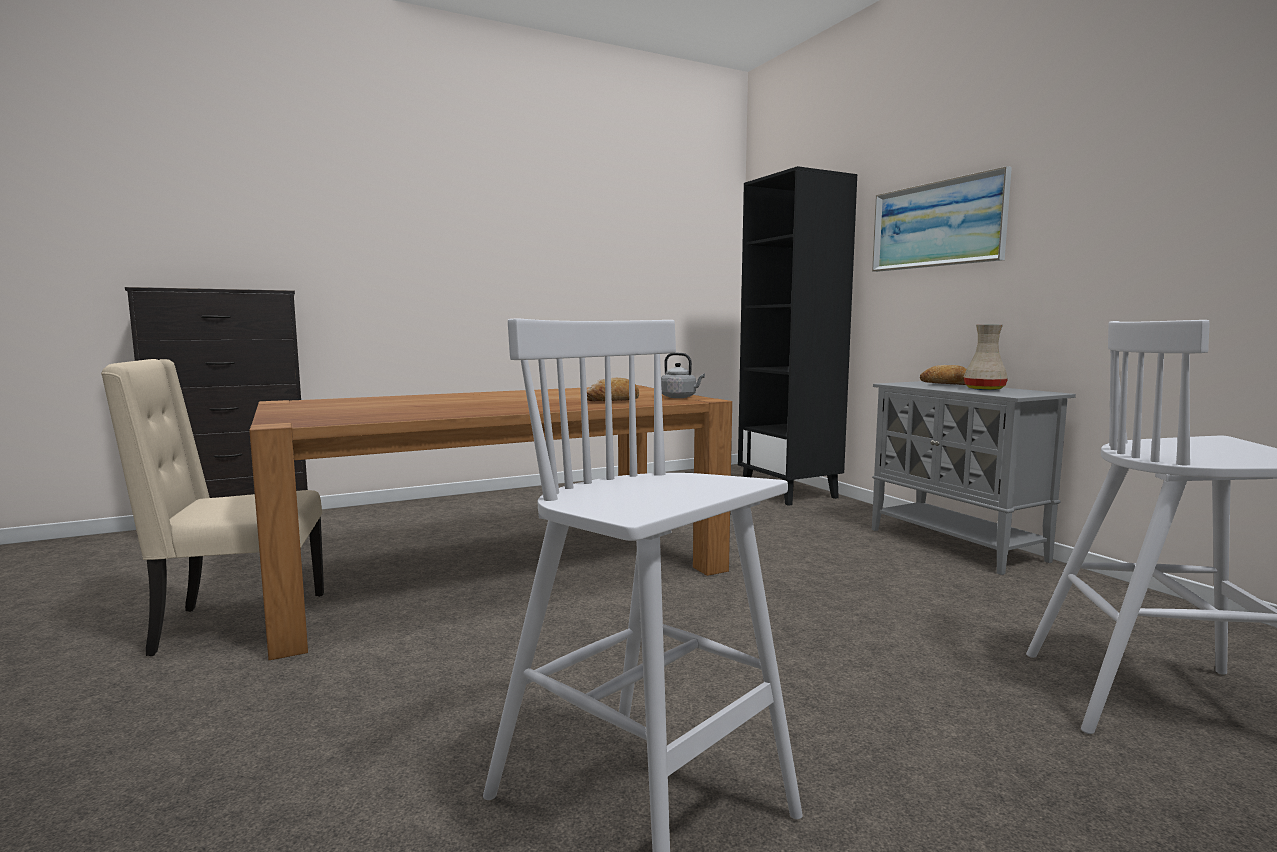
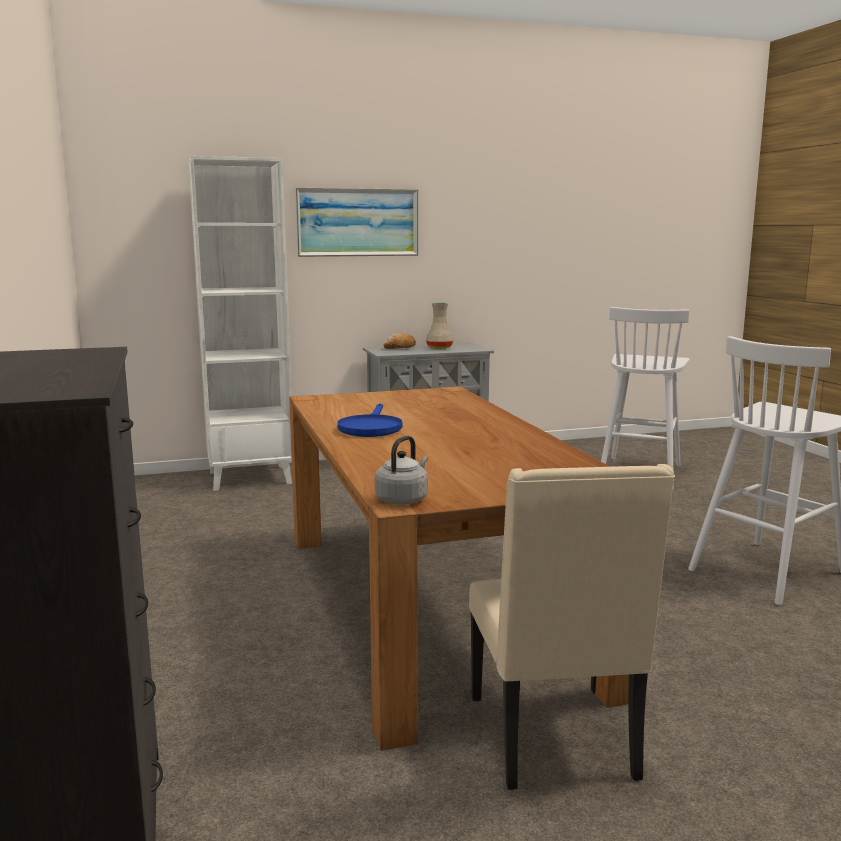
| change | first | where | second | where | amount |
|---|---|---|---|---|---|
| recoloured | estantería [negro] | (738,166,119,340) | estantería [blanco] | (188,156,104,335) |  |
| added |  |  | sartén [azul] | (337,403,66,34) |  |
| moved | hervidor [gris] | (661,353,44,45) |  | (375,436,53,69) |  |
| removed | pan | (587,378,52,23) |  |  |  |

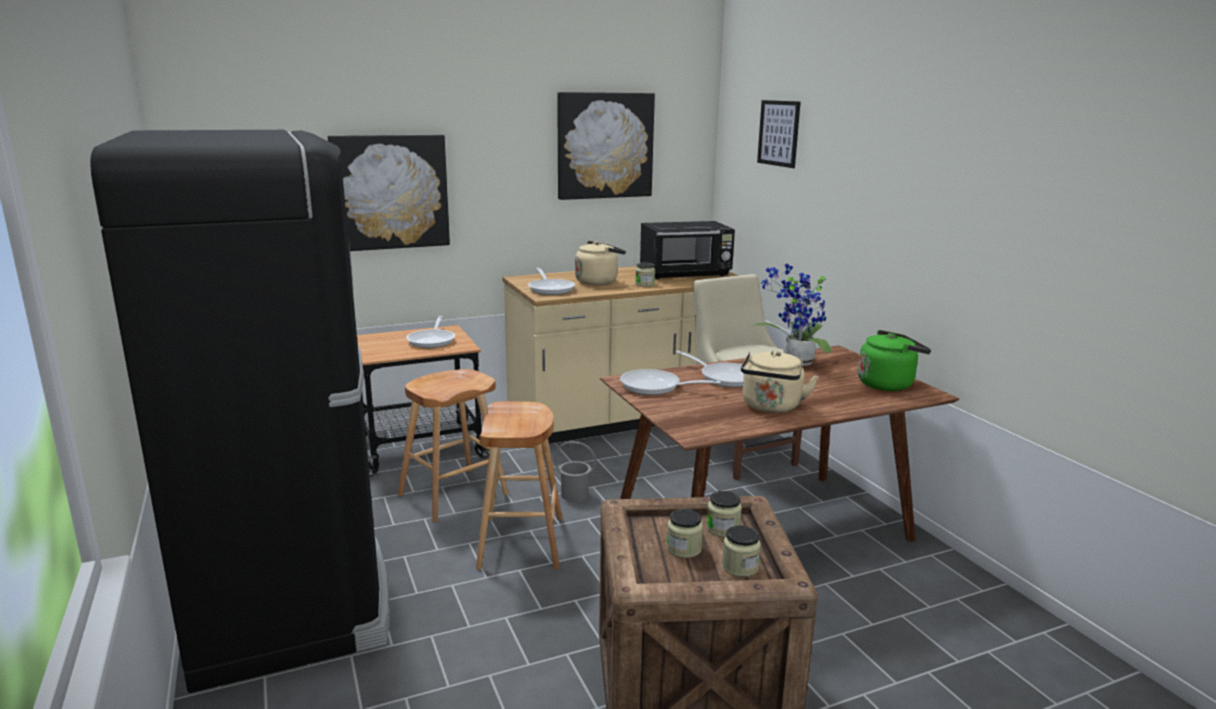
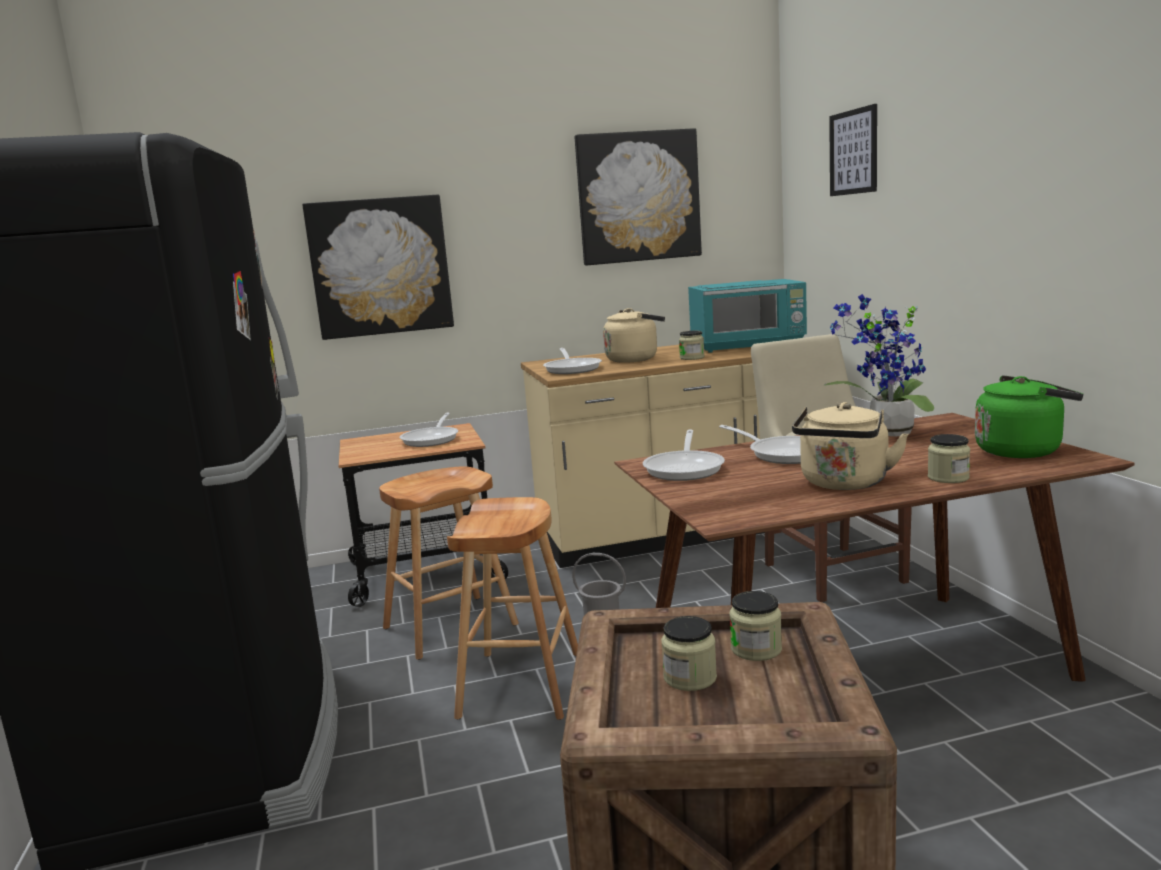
| change | first | where | second | where | amount |
|---|---|---|---|---|---|
| turned | sartén | (620,369,101,26) |  | (643,430,82,51) | 105 degrees counterclockwise |
| recoloured | microondas [negro] | (640,221,95,58) | microondas [turquesa] | (688,279,119,74) |  |
| moved | tarro | (722,526,39,51) |  | (928,434,42,49) |  |

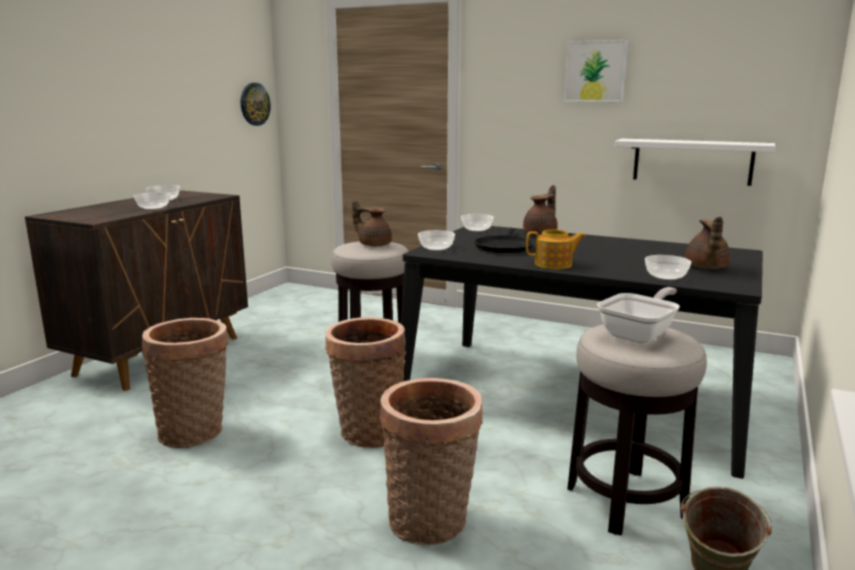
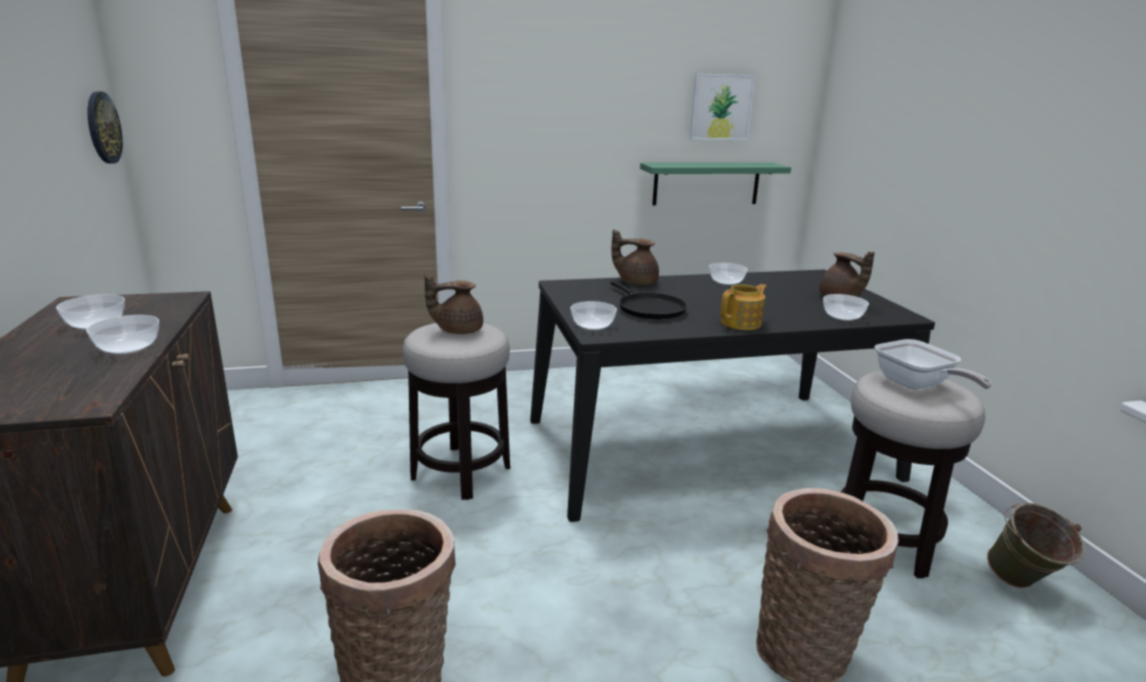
| change | first | where | second | where | amount |
|---|---|---|---|---|---|
| turned | tetera [marrón] | (523,185,35,50) |  | (611,229,48,56) | 75 degrees counterclockwise |
| recoloured | estante [blanco] | (615,139,160,47) | estante [verde] | (640,163,151,42) |  |
| moved | cuadro | (564,40,63,62) |  | (690,73,66,67) |  |
| moved | cuenco | (461,214,33,17) |  | (709,263,39,22) |  |
| turned | sartén | (597,287,83,57) |  | (875,339,117,51) | 150 degrees clockwise |
| removed | cesta | (325,317,81,131) |  |  |  |

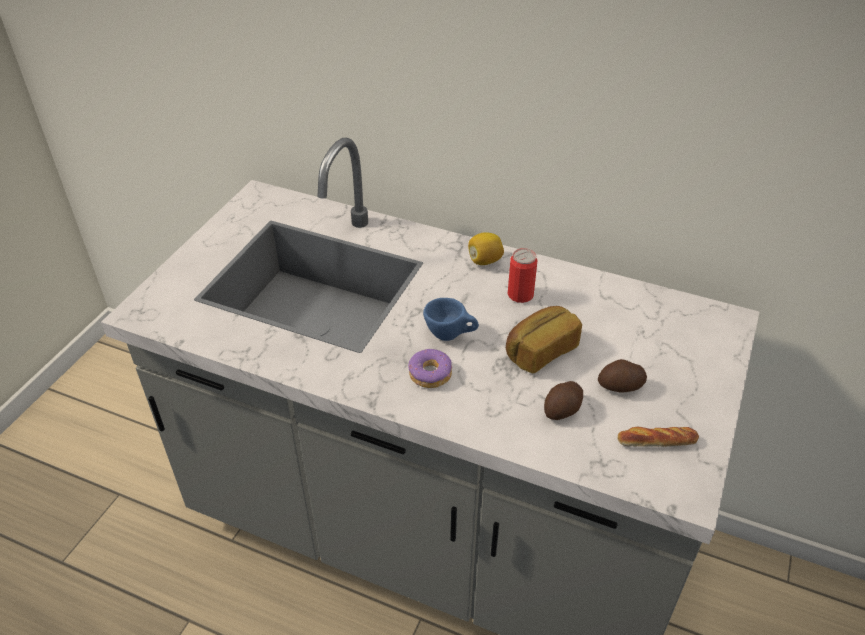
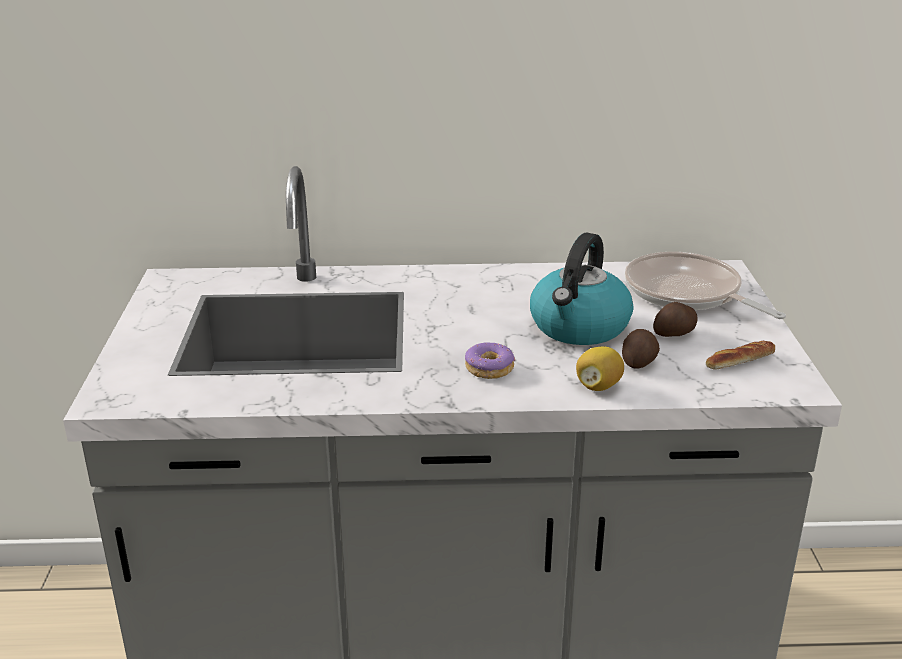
| change | first | where | second | where | amount |
|---|---|---|---|---|---|
| replaced | pan | (506,306,76,68) | hervidor | (530,233,103,112) |  |
| moved | limón | (468,232,36,33) |  | (576,346,48,45) |  |
| added |  |  | sartén | (625,252,161,67) |  |
| removed | taza [azul] | (423,298,56,43) |  |  |  |
| removed | lata | (508,248,30,55) |  |  |  |

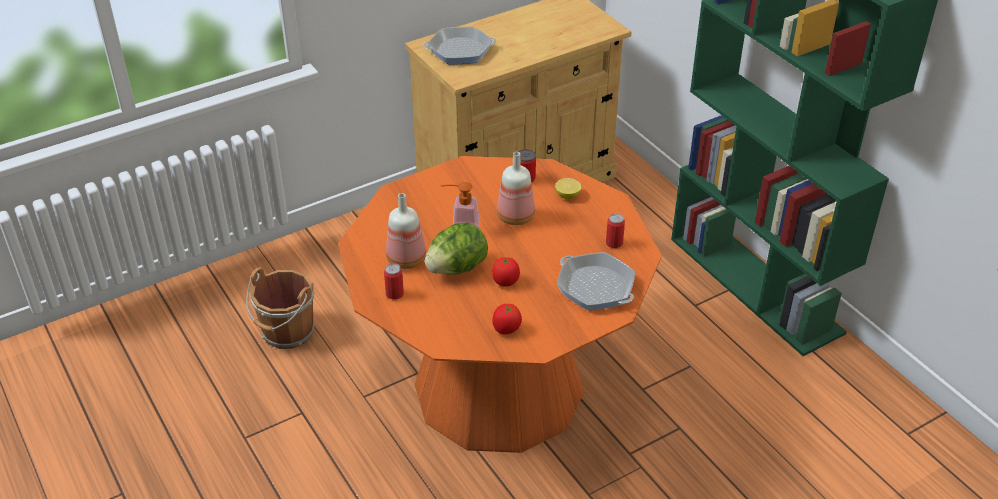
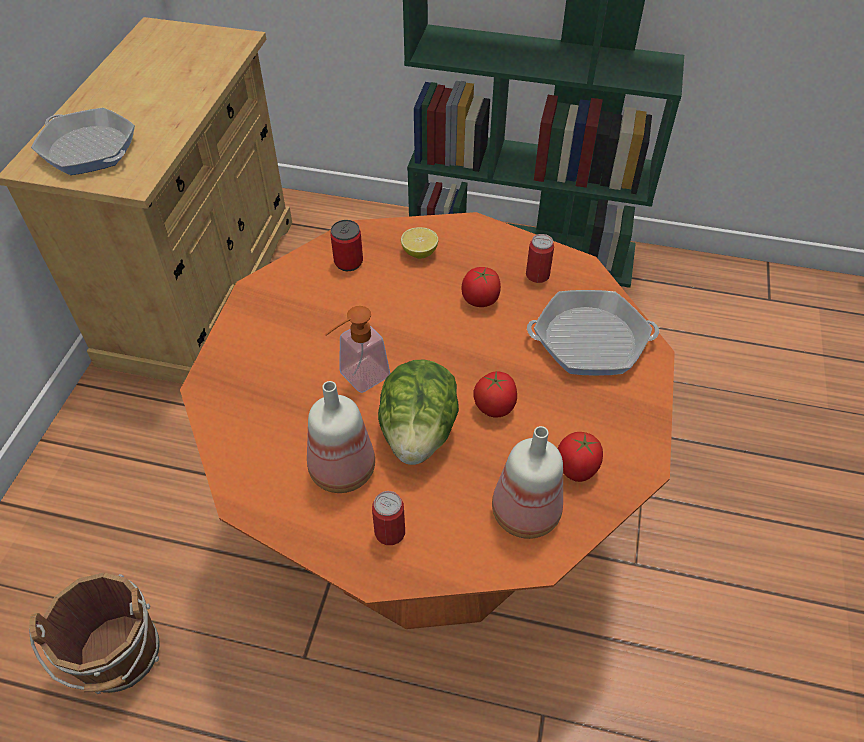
| change | first | where | second | where | amount |
|---|---|---|---|---|---|
| turned | sartén | (424,27,72,37) |  | (31,108,104,67) | 90 degrees counterclockwise |
| added |  |  | tomate | (462,267,39,40) |  |
| moved | botella | (497,152,38,73) |  | (492,426,71,113) |  |

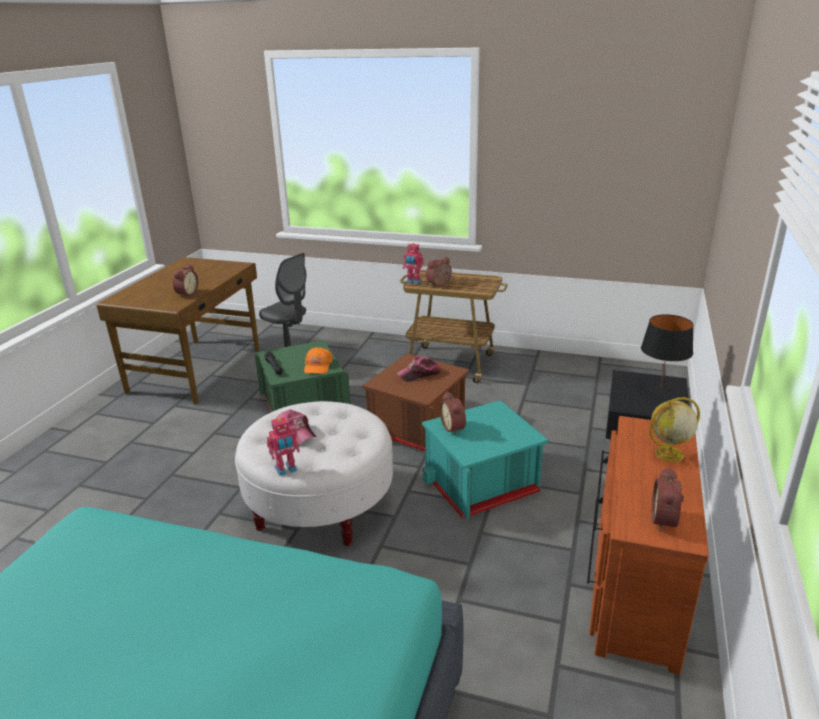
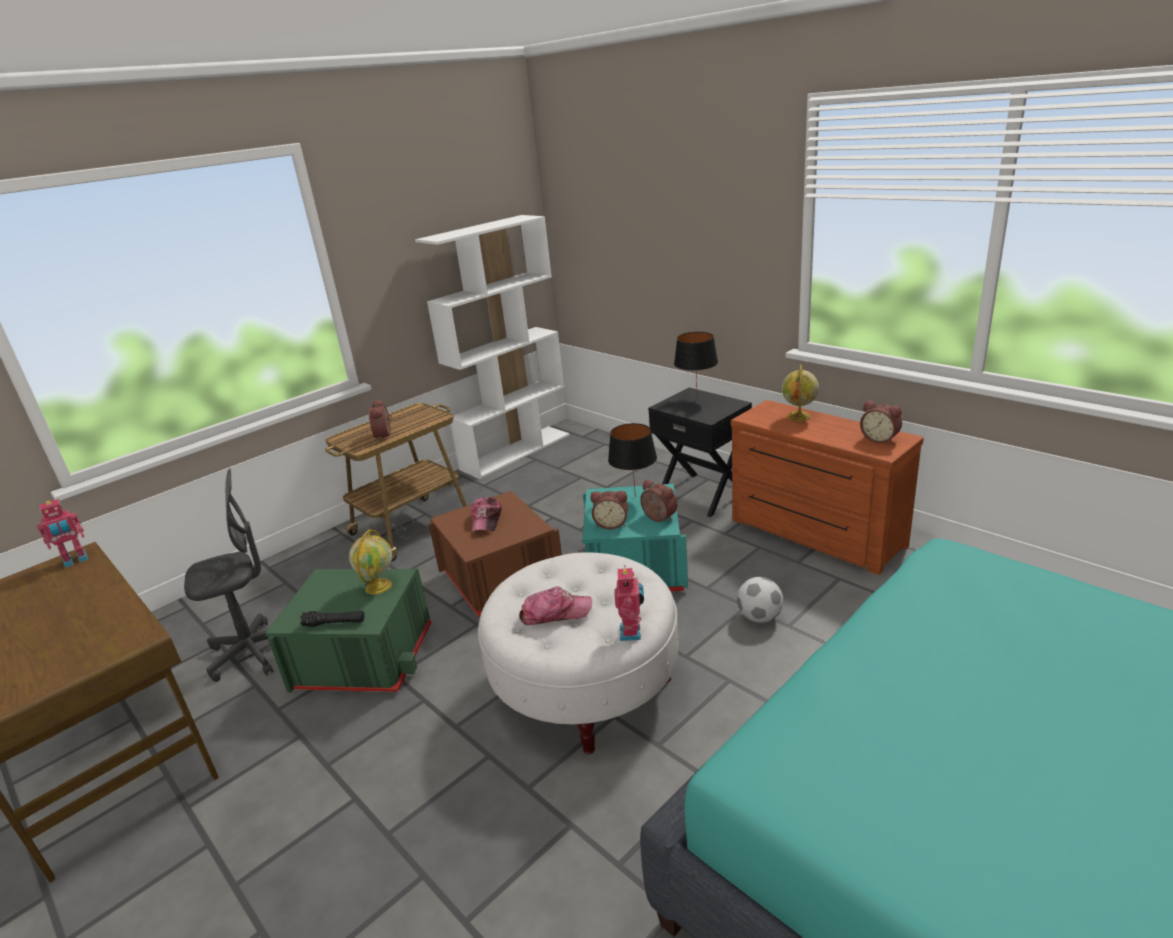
| change | first | where | second | where | amount |
|---|---|---|---|---|---|
| moved | robot de juguete | (403,243,21,41) |  | (37,499,51,69) |  |
| replaced | gorra [naranja] | (304,347,29,27) | globo terráqueo | (349,529,43,66) |  |
| added |  |  | estantería [blanco] | (415,215,155,264) |  |
| added |  |  | lámpara de mesa [negro] | (608,423,49,75) |  |
| moved | despertador | (173,264,25,34) |  | (640,480,37,42) |  |
| added |  |  | balón de fútbol | (737,577,46,46) |  |

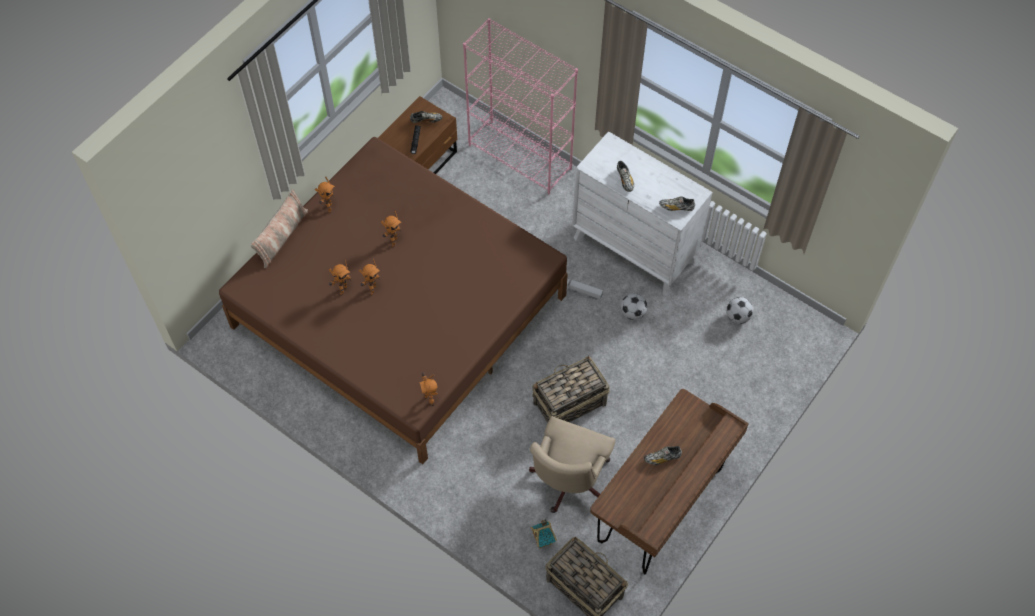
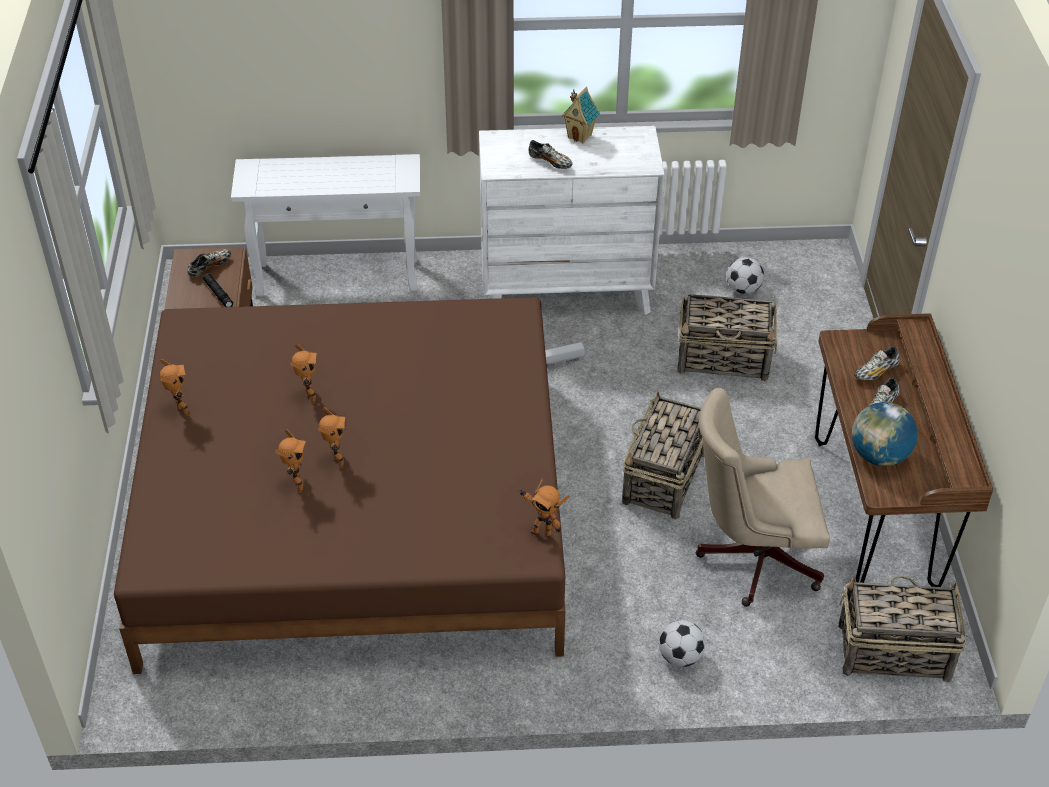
| change | first | where | second | where | amount |
|---|---|---|---|---|---|
| replaced | estantería [rosa] | (463,18,115,177) | mesa consola [blanco] | (231,154,189,142) |  |
| moved | casita | (531,519,26,30) |  | (561,87,39,57) |  |
| moved | balón de fútbol | (621,293,26,27) |  | (659,620,46,47) |  |
| added |  |  | cesta | (677,294,100,87) |  |
| turned | silla de oficina [beis] | (529,416,86,97) |  | (696,388,134,219) | 105 degrees clockwise |
| added |  |  | globo terráqueo | (852,402,66,64) |  |
| moved | zapato | (659,196,36,15) |  | (854,346,46,34) |  |
| removed | cojín | (251,189,57,79) |  |  |  |

